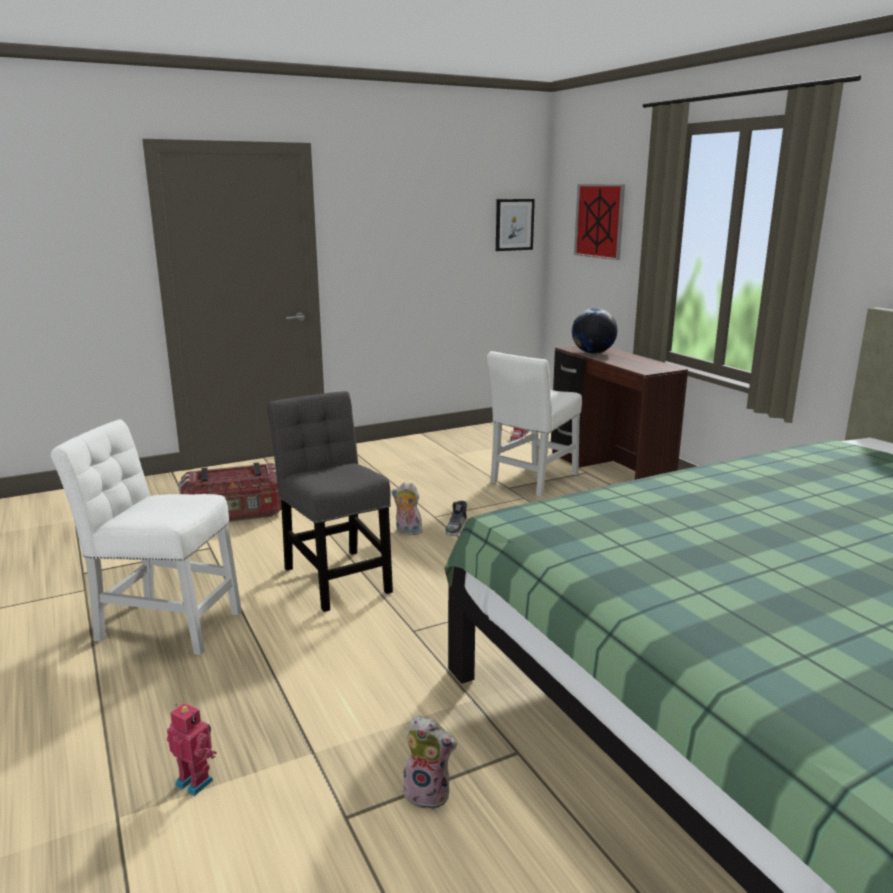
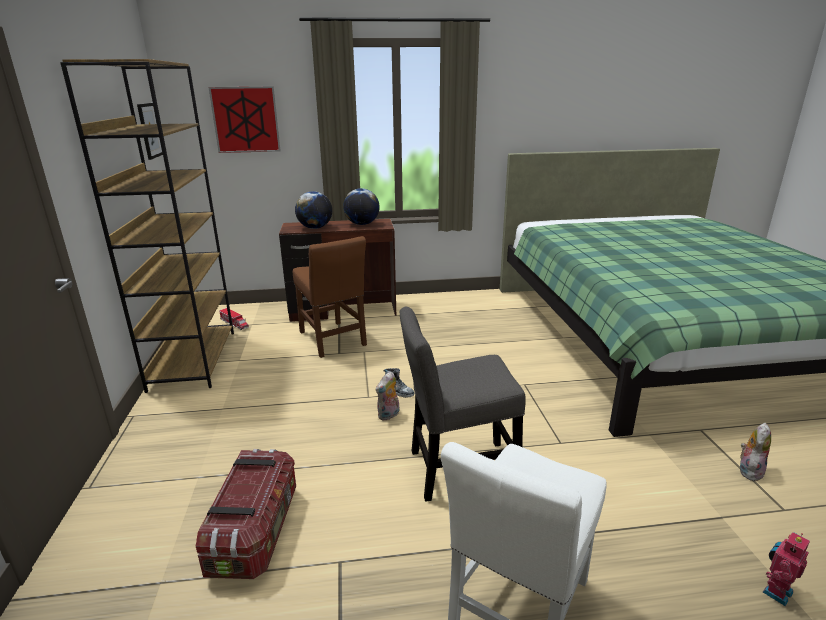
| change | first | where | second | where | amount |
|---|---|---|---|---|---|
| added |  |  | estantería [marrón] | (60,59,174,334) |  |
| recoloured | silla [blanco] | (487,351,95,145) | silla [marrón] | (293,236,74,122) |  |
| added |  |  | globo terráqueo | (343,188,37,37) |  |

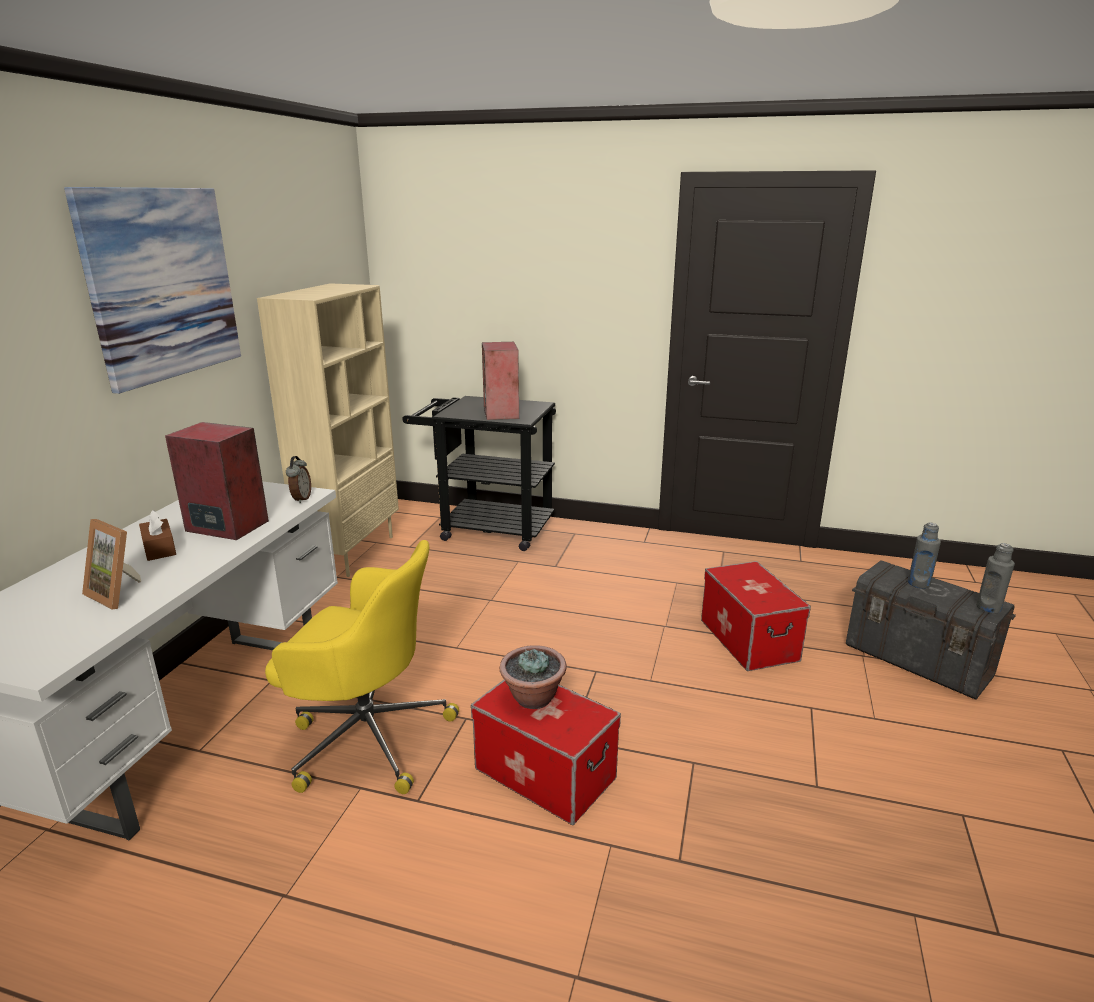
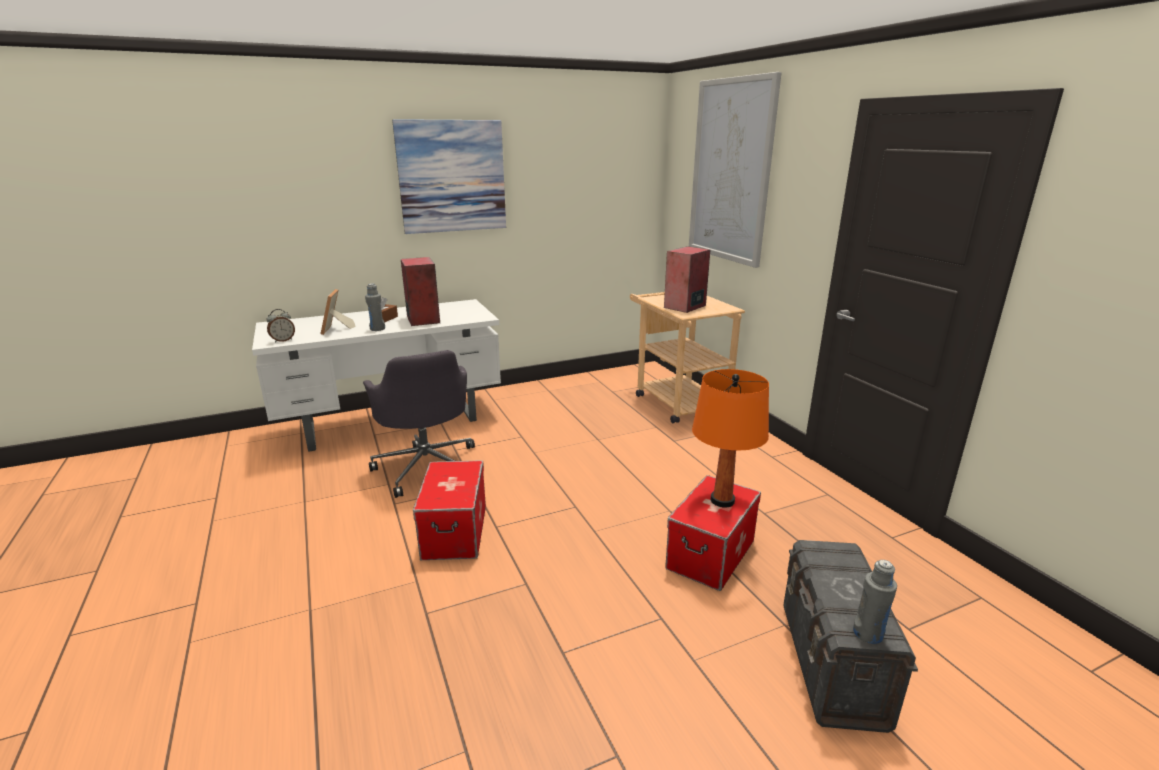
| change | first | where | second | where | amount |
|---|---|---|---|---|---|
| moved | despertador | (286,456,25,48) |  | (267,309,28,34) |  |
| recoloured | silla de oficina [amarillo] | (265,540,194,254) | silla de oficina [gris] | (363,350,112,148) |  |
| moved | botella [gris] | (908,522,33,67) |  | (365,283,20,48) |  |
| recoloured | carrito [negro] | (402,396,154,155) | carrito [beis] | (630,292,115,131) |  |
| added |  |  | cuadro | (689,72,93,196) |  |
| added |  |  | lámpara de mesa [naranja] | (692,369,77,138) |  |
| removed | estantería [beis] | (257,283,142,294) |  |  |  |
| removed | planta en maceta | (499,645,68,64) |  |  |  |

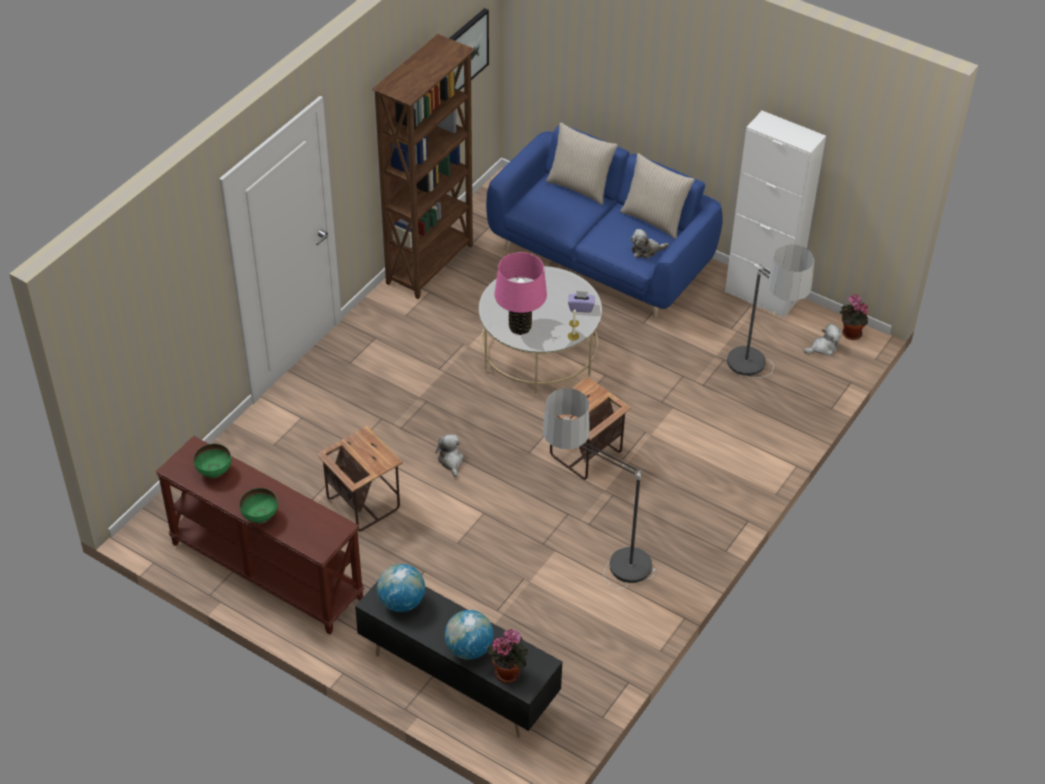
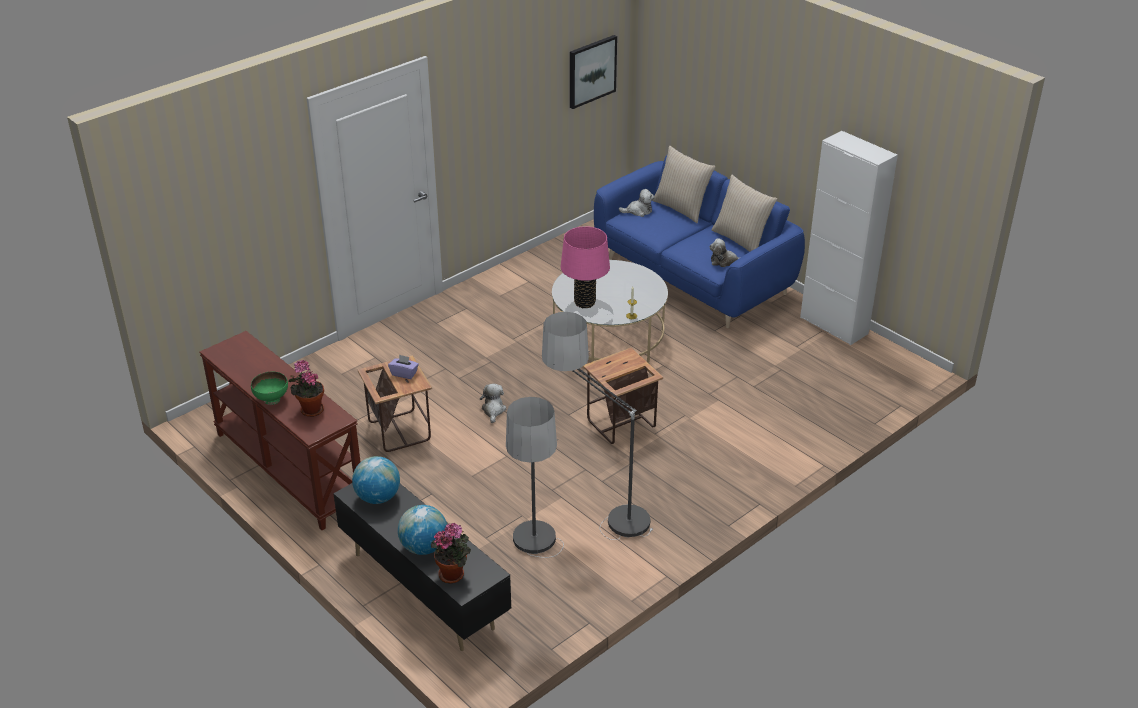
| change | first | where | second | where | amount |
|---|---|---|---|---|---|
| moved | planta en maceta | (840,294,28,46) |  | (289,360,35,57) |  |
| moved | caja de pañuelos [morado] | (568,291,27,22) |  | (388,355,31,24) |  |
| moved | lámpara de pie | (727,245,88,133) |  | (506,397,58,161) |  |
| moved | peluche | (803,324,39,32) |  | (619,189,36,28) |  |
| removed | cuenco [verde] | (194,444,37,34) |  |  |  |
| removed | estantería [marrón] | (372,34,104,265) |  |  |  |

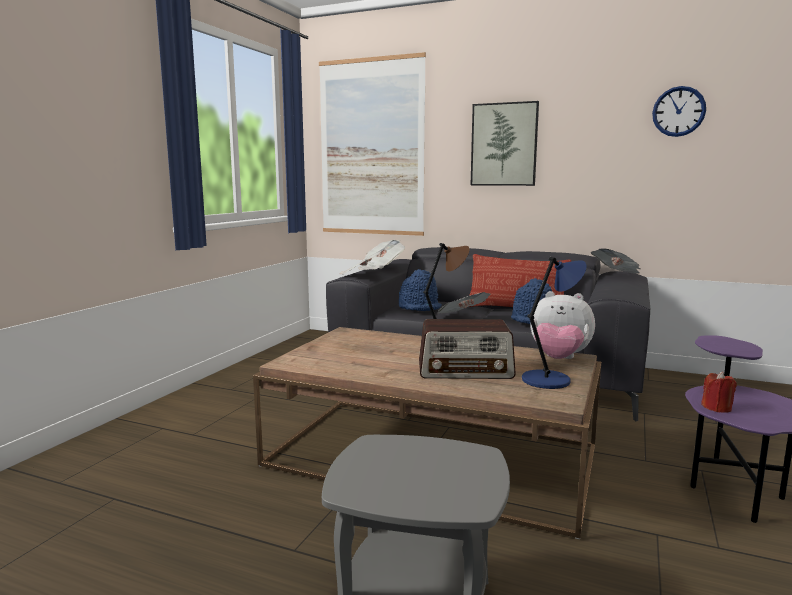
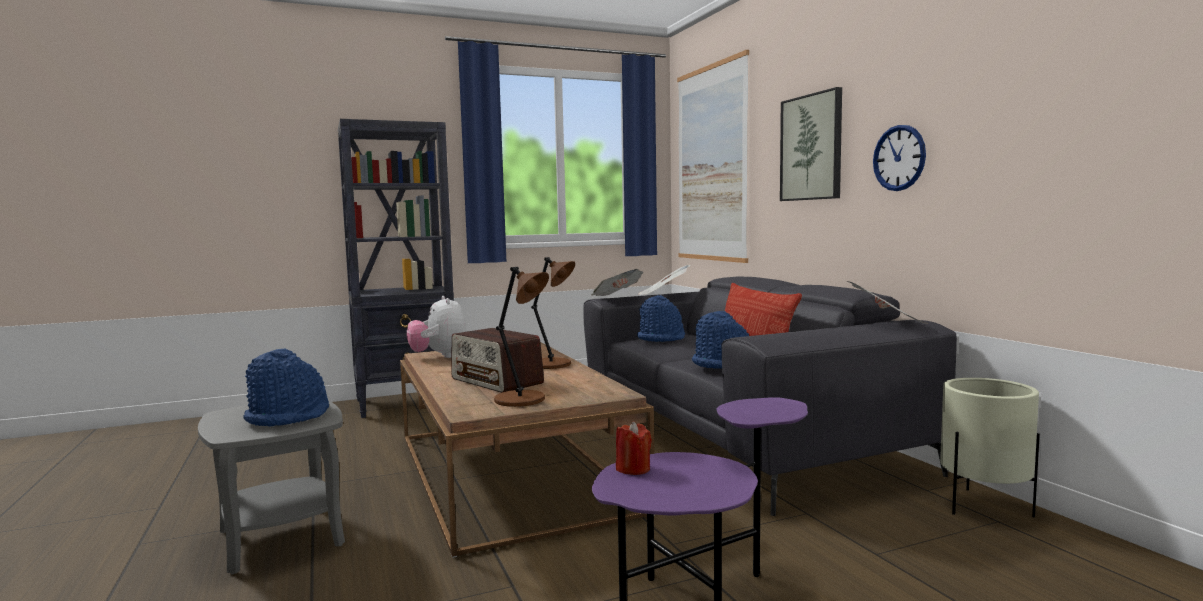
| change | first | where | second | where | amount |
|---|---|---|---|---|---|
| added |  |  | sombrero [azul] | (244,348,85,79) |  |
| added |  |  | estantería [negro] | (338,119,116,299) |  |
| moved | peluche | (530,291,65,68) |  | (407,296,60,62) |  |
| recoloured | lámpara de mesa [azul] | (522,257,65,132) | lámpara de mesa [marrón] | (494,267,55,140) |  |
| moved | reloj de pared | (652,86,54,51) |  | (873,125,53,66) |  |
| added |  |  | maceta [beis] | (940,378,100,140) |  |
| removed | periódico | (437,292,54,22) |  |  |  |

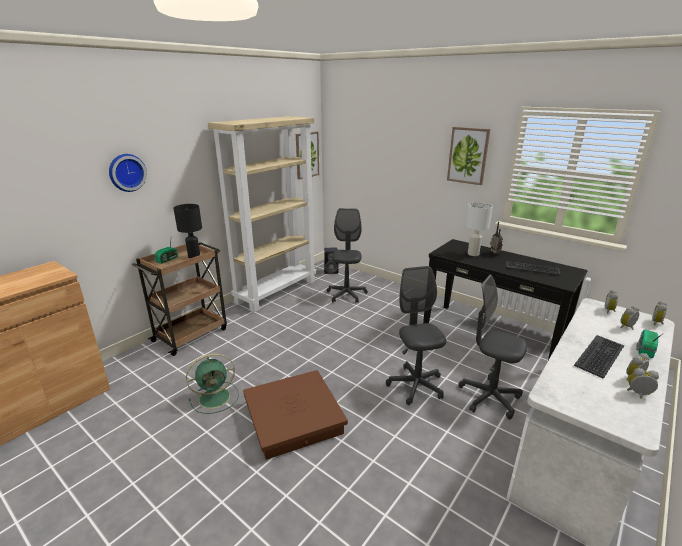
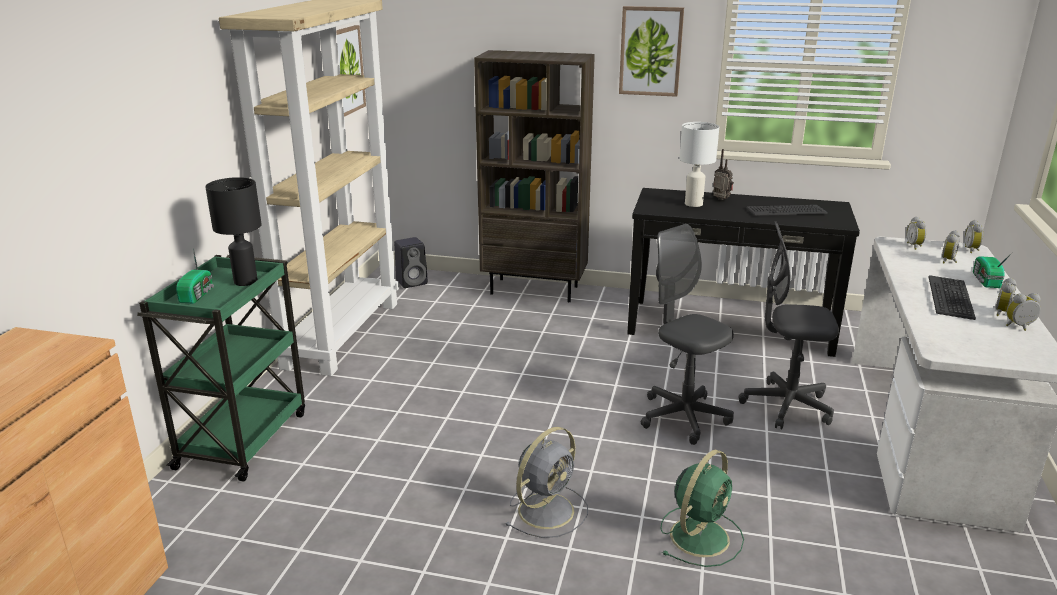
| change | first | where | second | where | amount |
|---|---|---|---|---|---|
| recoloured | carrito [marrón] | (132,242,95,114) | carrito [verde] | (137,255,168,226) |  |
| added |  |  | estantería [marrón] | (474,50,121,252) |  |
| replaced | caja de almacenaje [marrón] | (243,370,105,90) | ventilador [gris] | (505,427,83,111) |  |
| moved | ventilador [verde] | (186,353,53,61) |  | (661,450,83,117) |  |
| removed | reloj de pared | (109,154,38,38) |  |  |  |
| removed | silla de oficina [gris] | (327,208,41,95) |  |  |  |

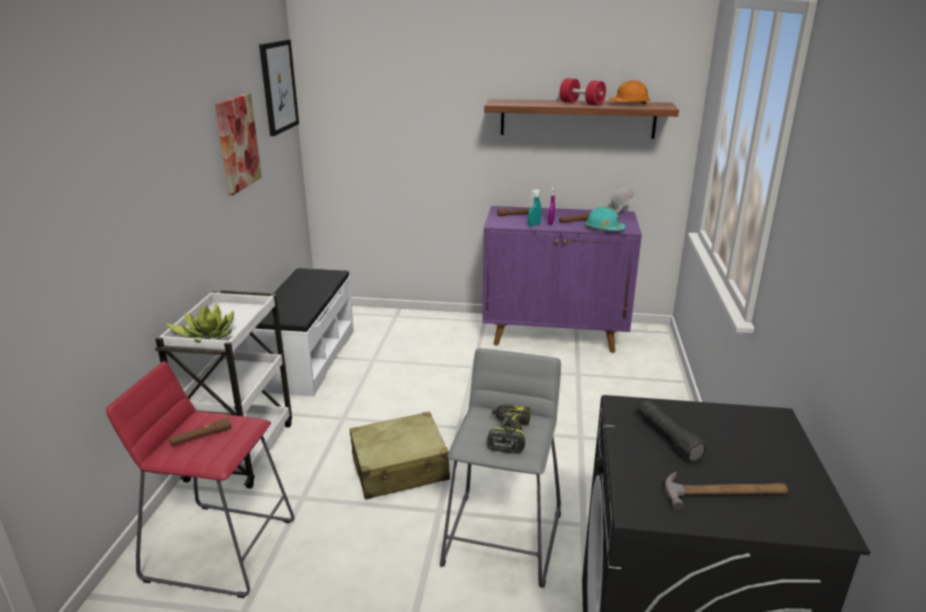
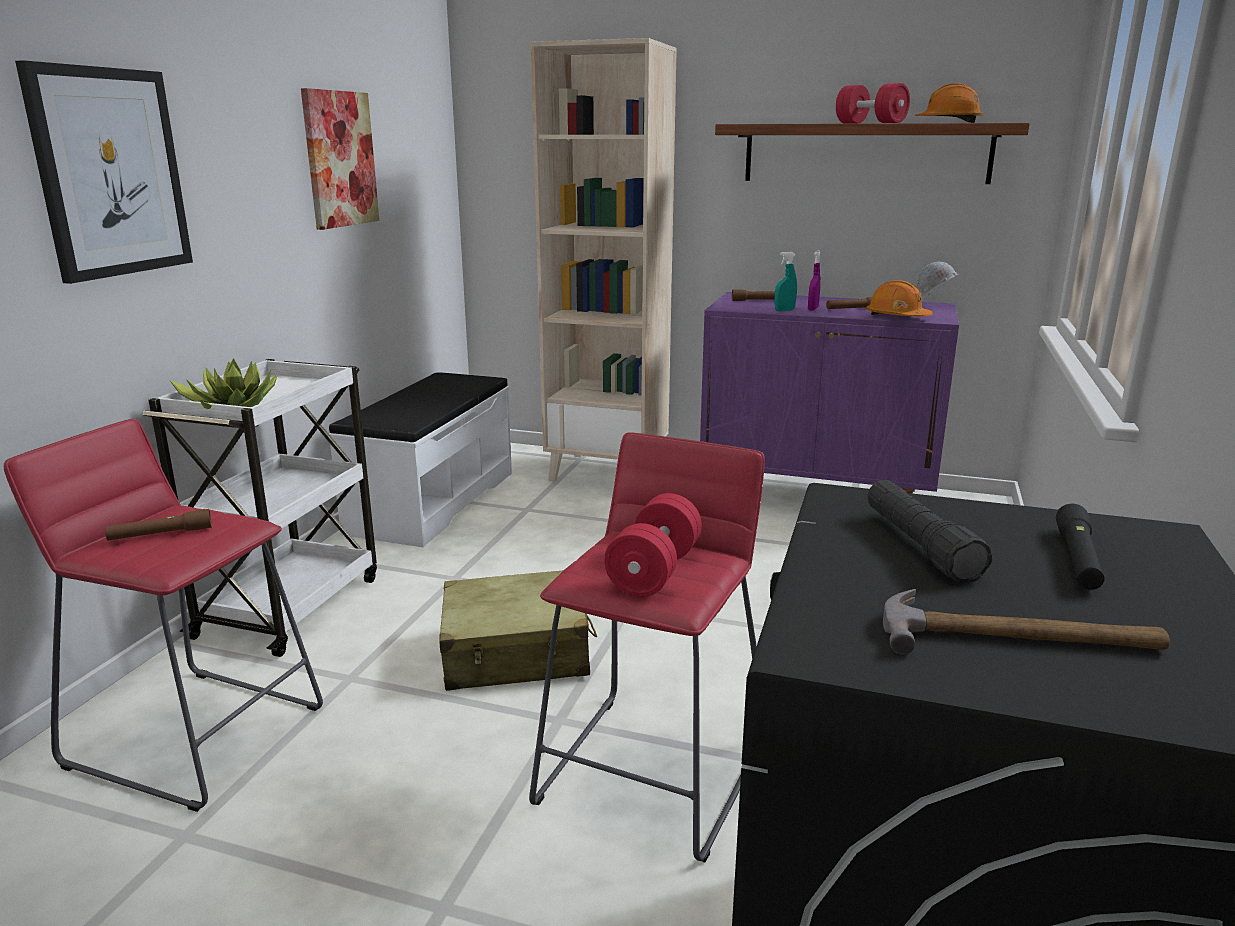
| change | first | where | second | where | amount |
|---|---|---|---|---|---|
| moved | cuadro | (259,39,40,97) |  | (15,60,178,224) |  |
| recoloured | taburete [gris] | (440,348,121,240) | taburete [rojo] | (529,432,236,431) |  |
| added |  |  | estantería [beis] | (530,38,147,443) |  |
| replaced | taladro | (487,404,44,50) | mancuerna [rojo] | (604,493,98,104) |  |
| recoloured | casco [turquesa] | (585,207,41,24) | casco [naranja] | (866,280,67,36) |  |
| added |  |  | linterna [negro] | (1056,504,49,86) |  |

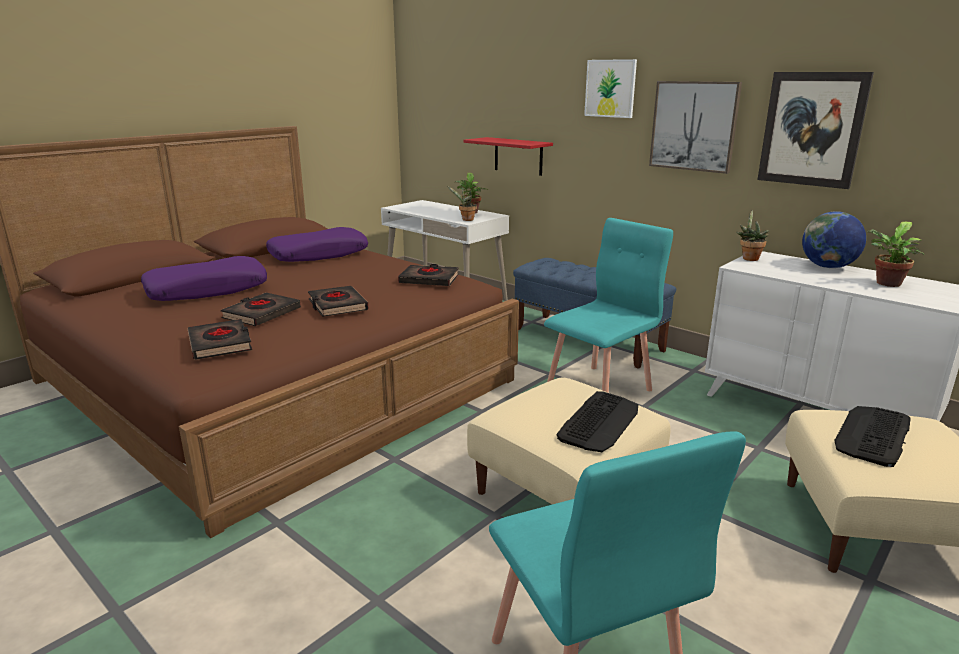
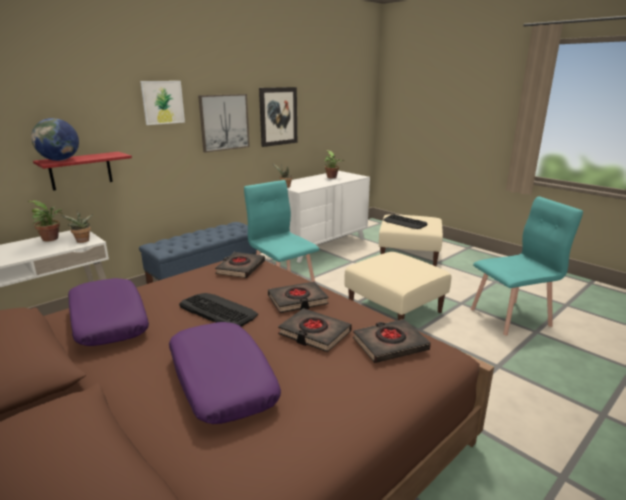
| change | first | where | second | where | amount |
|---|---|---|---|---|---|
| moved | globo terráqueo | (802,211,64,57) |  | (31,118,48,43) |  |
| moved | teclado | (556,391,82,61) |  | (179,293,79,34) |  |

